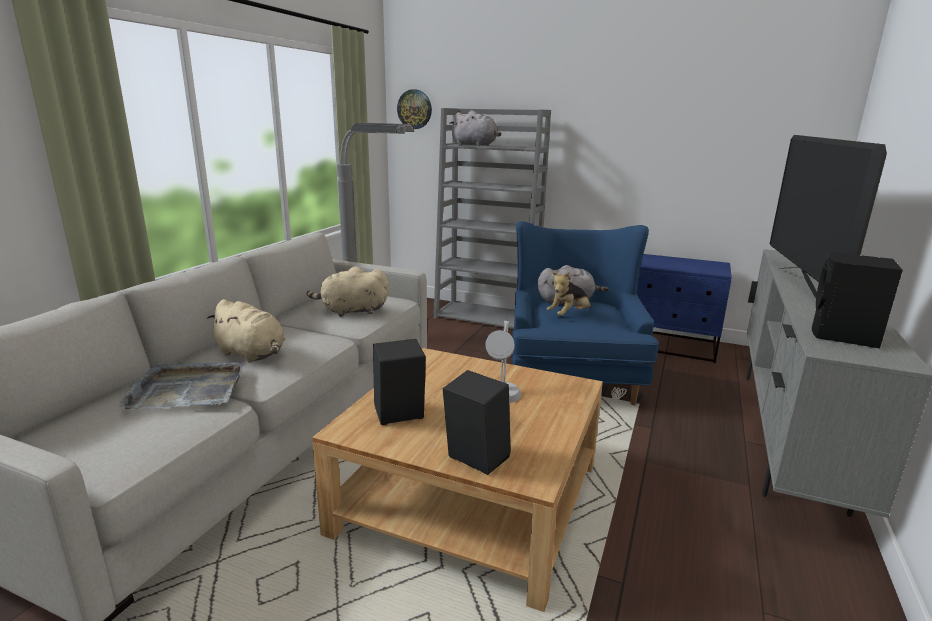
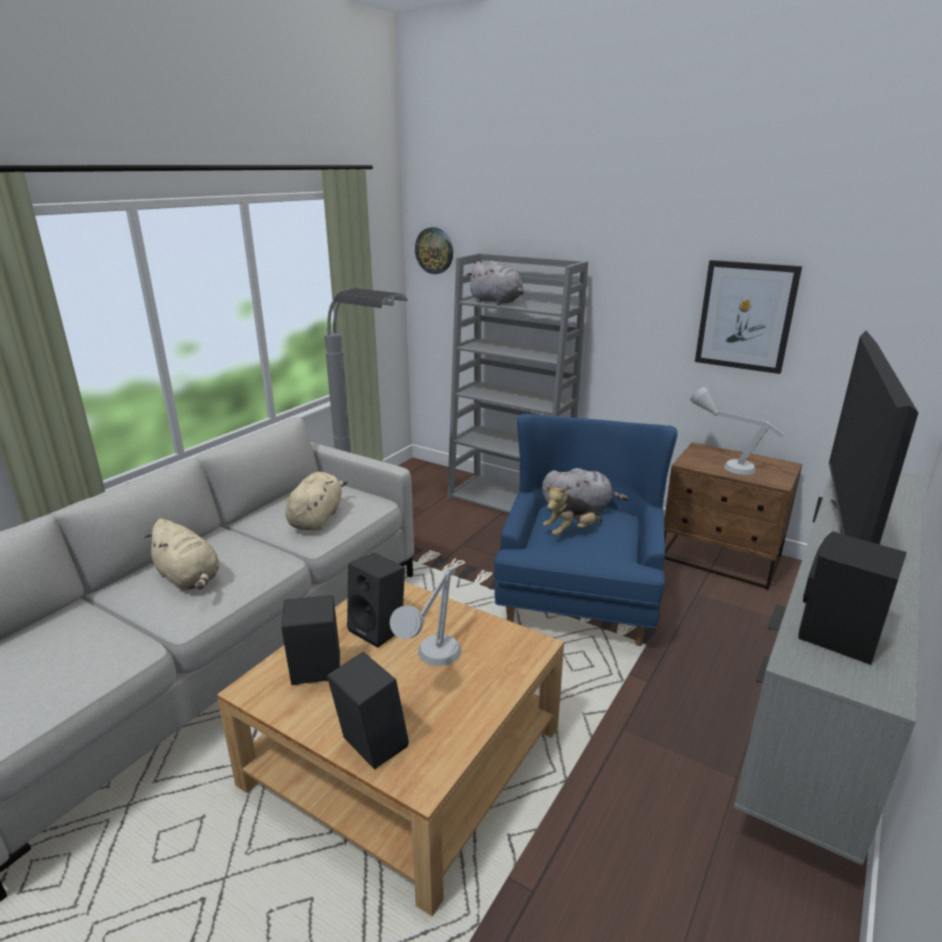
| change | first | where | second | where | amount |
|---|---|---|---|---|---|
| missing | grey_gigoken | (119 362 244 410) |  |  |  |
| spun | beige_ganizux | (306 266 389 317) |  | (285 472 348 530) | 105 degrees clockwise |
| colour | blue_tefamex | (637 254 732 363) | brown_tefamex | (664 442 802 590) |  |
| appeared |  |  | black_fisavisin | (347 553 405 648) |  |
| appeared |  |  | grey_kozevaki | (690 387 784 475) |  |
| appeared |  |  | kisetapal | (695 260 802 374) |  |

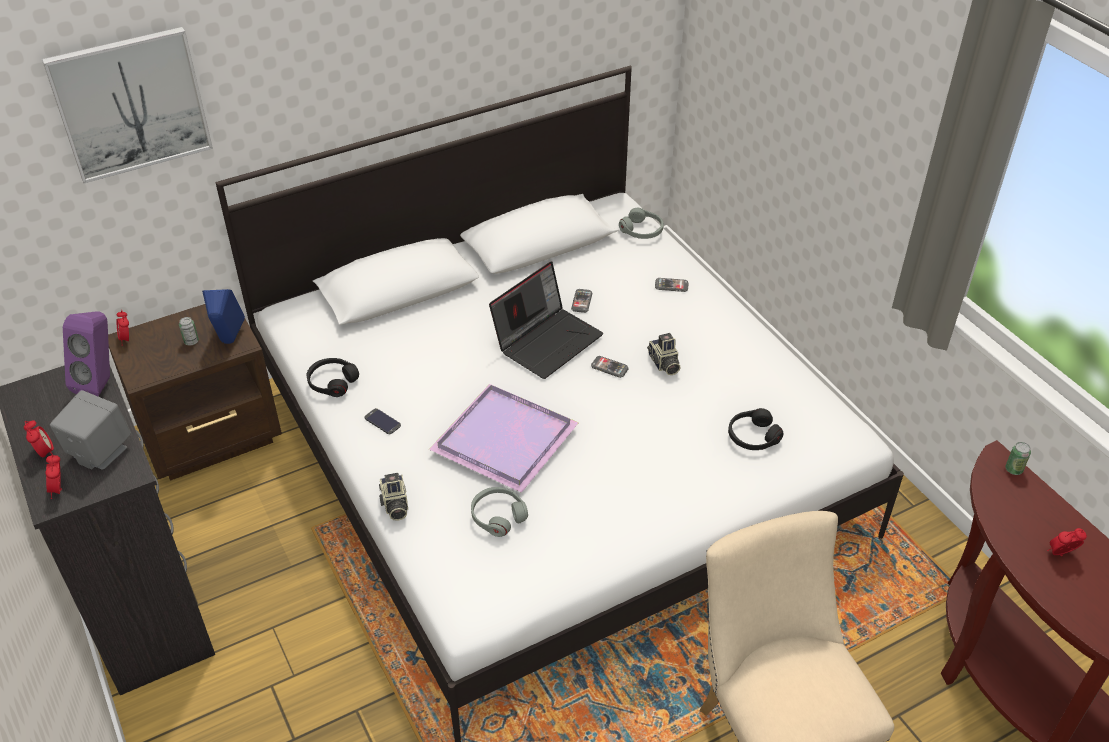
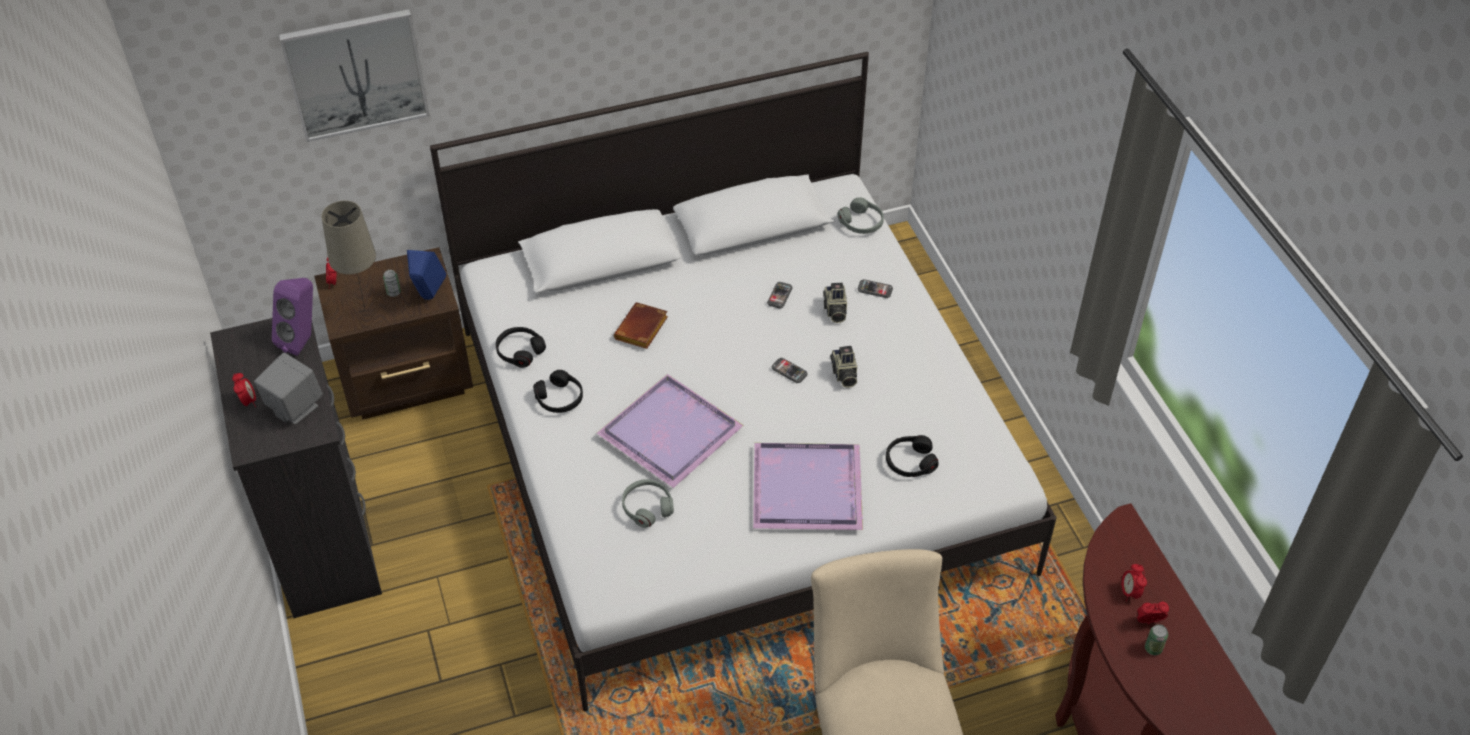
| change | first | where | second | where | amount |
|---|---|---|---|---|---|
| relocated | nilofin | (46 454 62 499) |  | (1121 564 1147 602) |  |
| exchanged | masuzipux | (364 408 401 434) | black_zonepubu | (533 370 583 413) |  |
| relocated | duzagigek | (379 473 408 521) |  | (823 283 847 323) |  |
| missing | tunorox | (489 261 603 379) |  |  |  |
| relocated | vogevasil | (1005 442 1031 475) |  | (1145 624 1168 655) |  |
| appeared |  |  | beige_kozevaki | (321 201 376 312) |  |
| appeared |  |  | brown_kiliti | (614 302 668 349) |  |
| appeared |  |  | purple_gigoken | (753 443 863 530) |  |

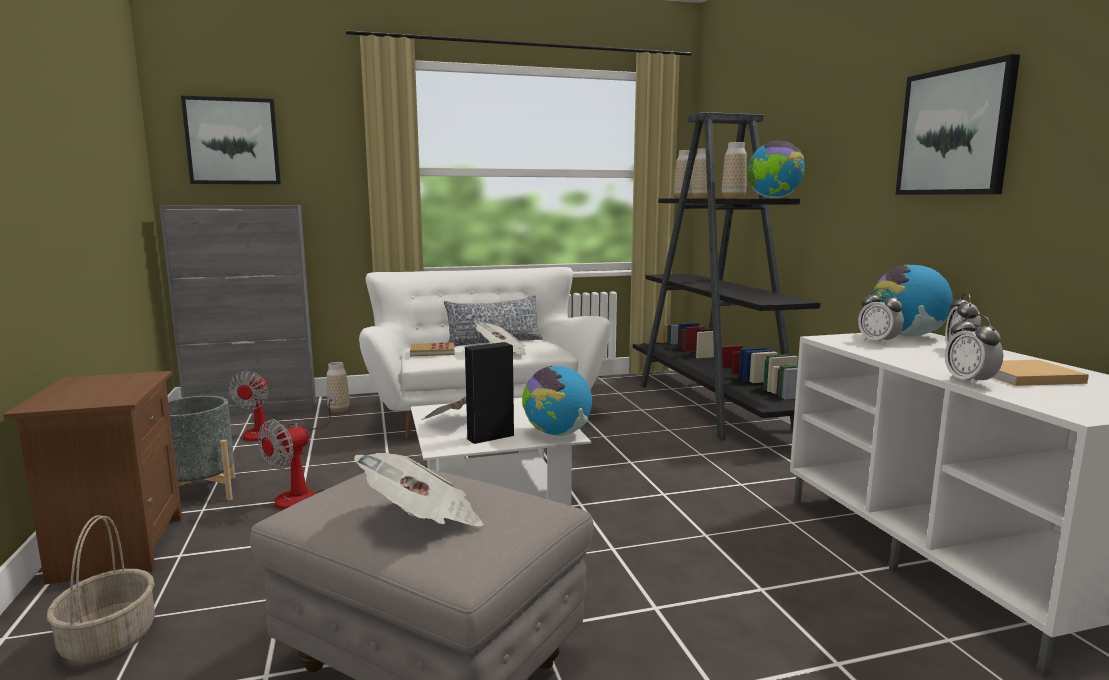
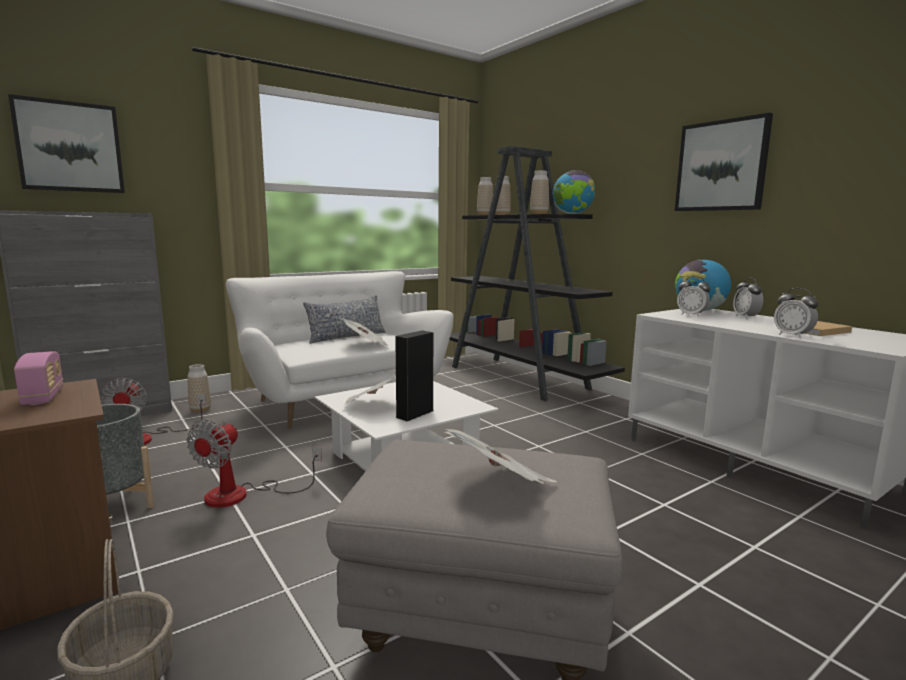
| change | first | where | second | where | amount |
|---|---|---|---|---|---|
| missing | kiliti | (410 342 455 356) |  |  |  |
| missing | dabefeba | (522 366 592 436) |  |  |  |
| appeared |  |  | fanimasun | (14 351 63 405) |  |

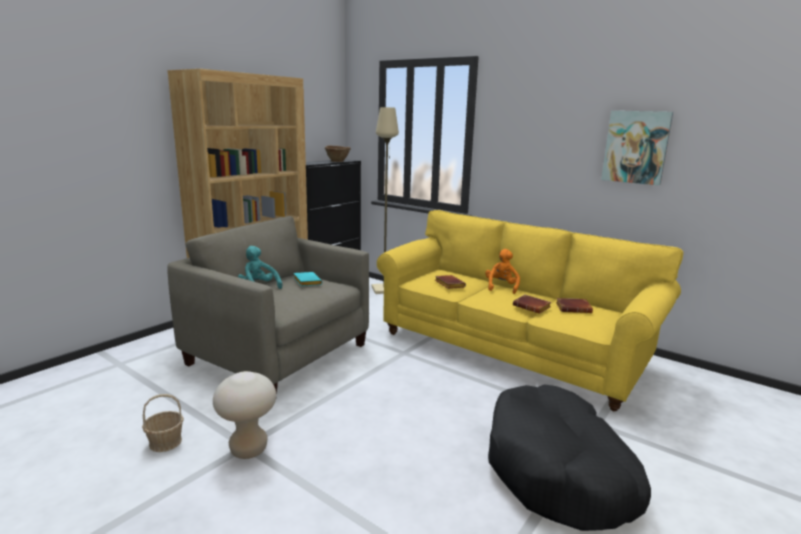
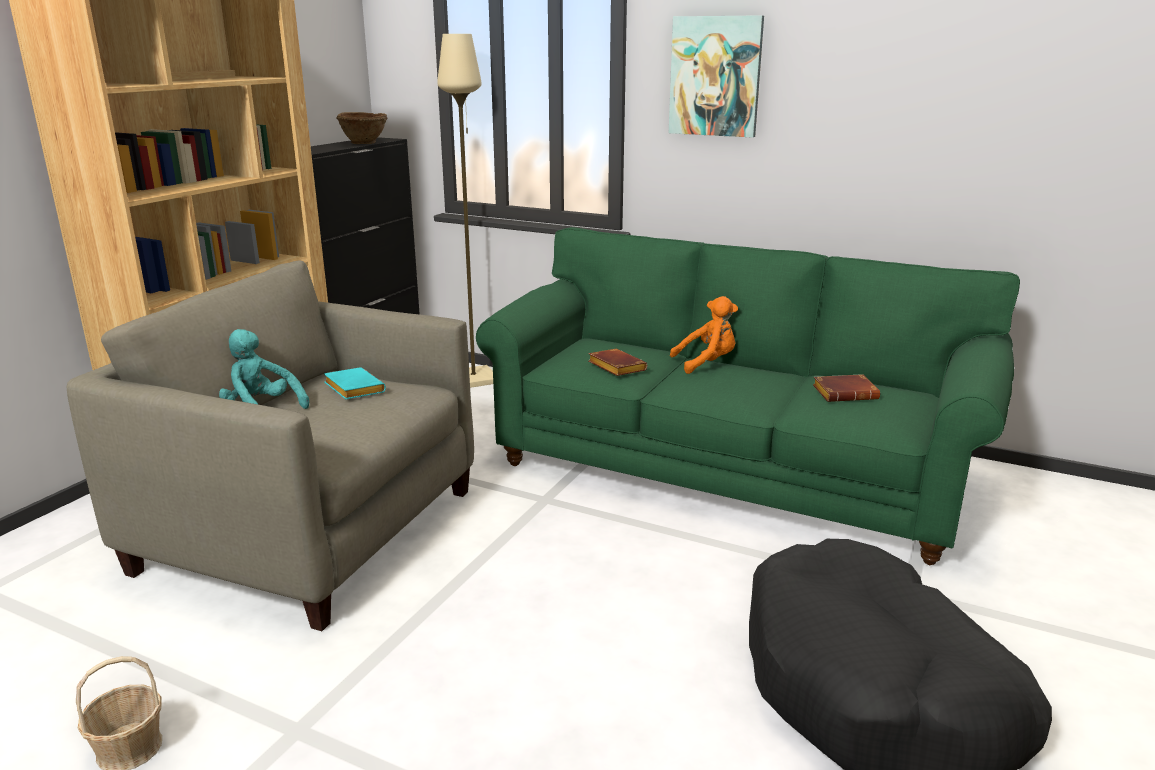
| change | first | where | second | where | amount |
|---|---|---|---|---|---|
| missing | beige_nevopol | (213 371 276 459) |  |  |  |
| colour | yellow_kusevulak | (377 210 683 411) | green_kusevulak | (476 227 1020 565) |  |
| spun | orange_ganizux | (485 249 520 294) |  | (670 296 738 374) | 75 degrees clockwise |
| missing | brown_kiliti | (513 295 551 314) |  |  |  |
| relocated | kisetapal | (601 111 673 185) |  | (669 15 764 138) |  |

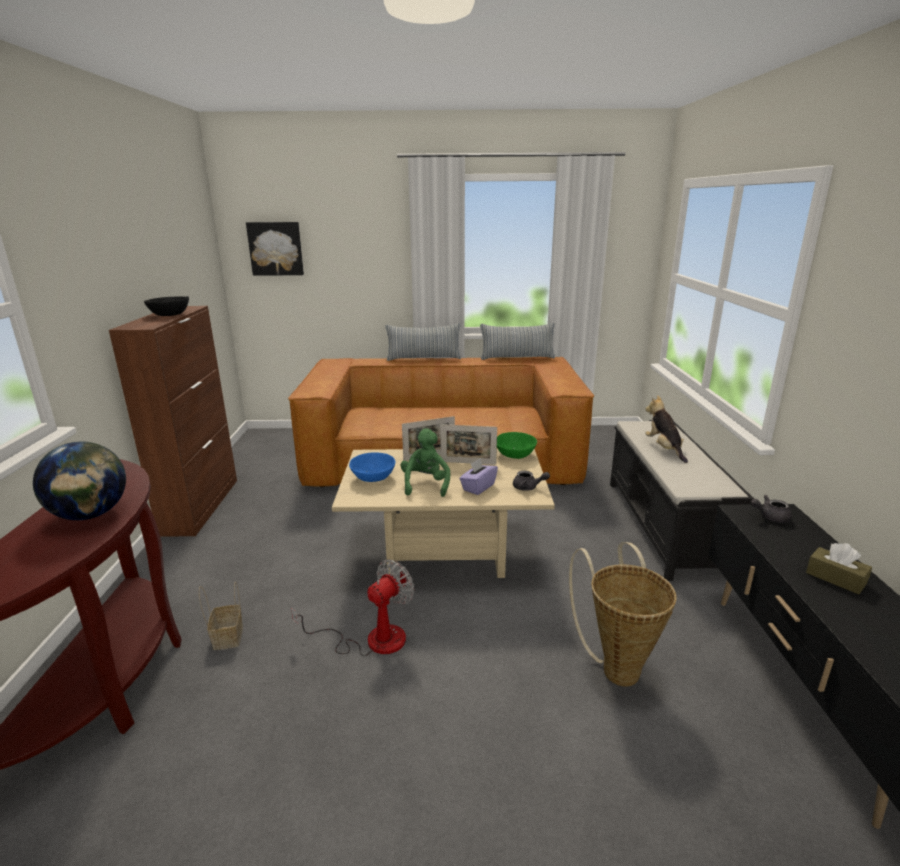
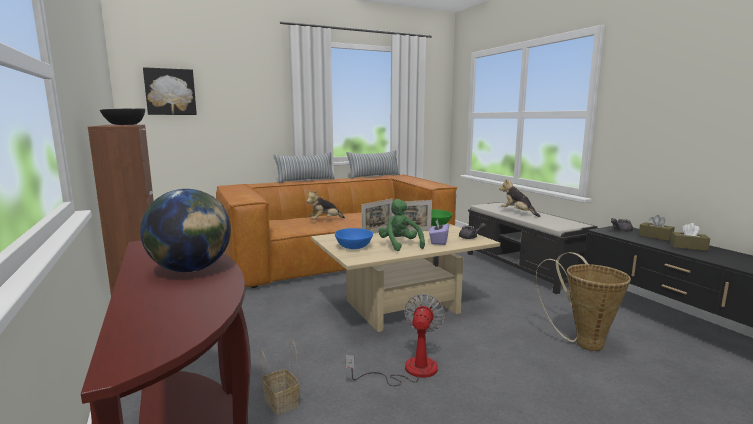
| change | first | where | second | where | amount |
|---|---|---|---|---|---|
| appeared |  |  | ganizux | (306 190 345 220) |  |
| appeared |  |  | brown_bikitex | (639 215 675 241) |  |

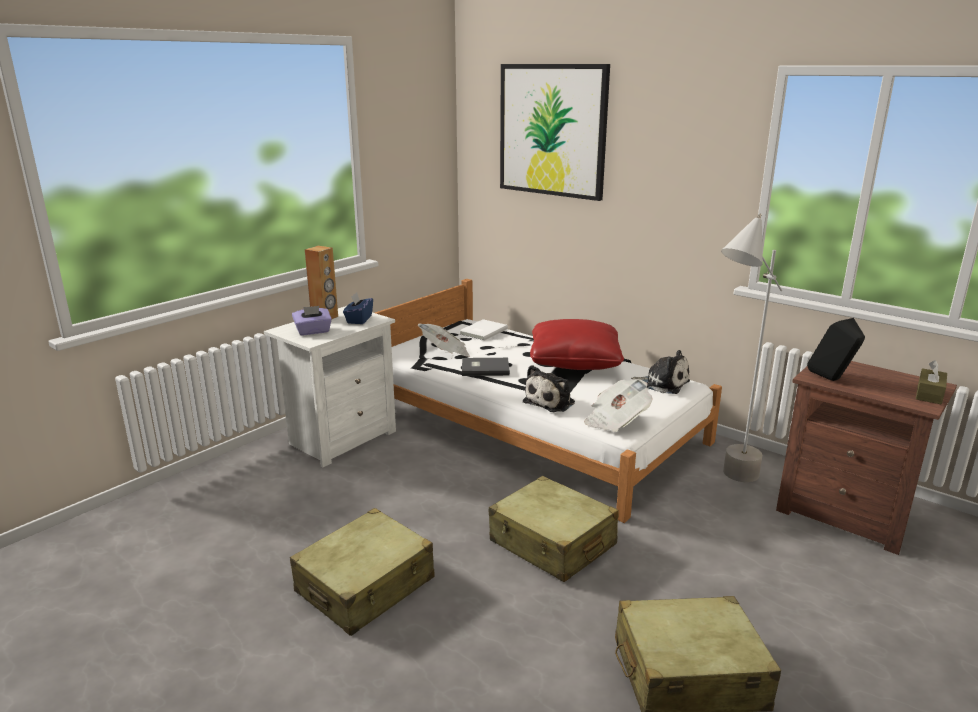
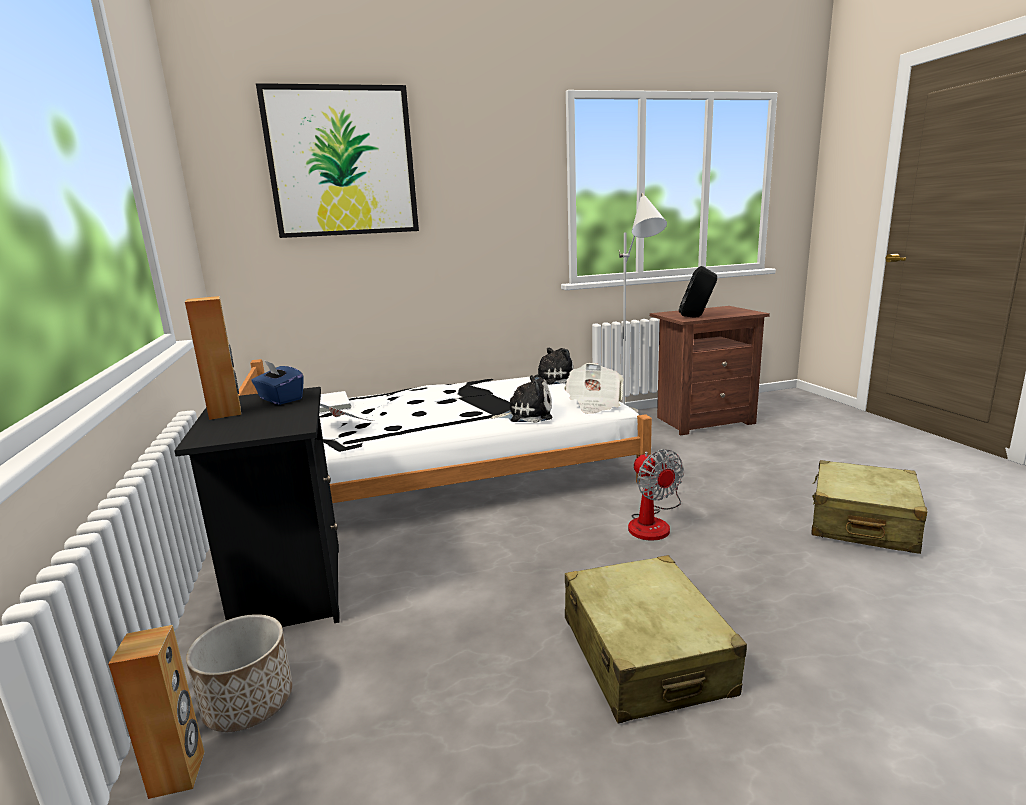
| change | first | where | second | where | amount |
|---|---|---|---|---|---|
| colour | white_tefamex | (264 306 396 468) | black_tefamex | (174 387 340 627) |  |
| missing | purple_bikitex | (292 306 332 336) |  |  |  |
| missing | grey_kiliti | (462 358 510 376) |  |  |  |
| exchanged | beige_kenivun | (489 476 619 582) | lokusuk | (628 449 684 541) |  |
| spun | ganizux | (523 365 575 412) |  | (490 375 552 423) | 75 degrees counterclockwise |
| missing | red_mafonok | (530 319 624 370) |  |  |  |
| missing | brown_bikitex | (916 360 947 404) |  |  |  |
| appeared |  |  | brown_fisavisin | (108 625 205 799) |  |
| appeared |  |  | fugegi | (186 614 293 732) |  |

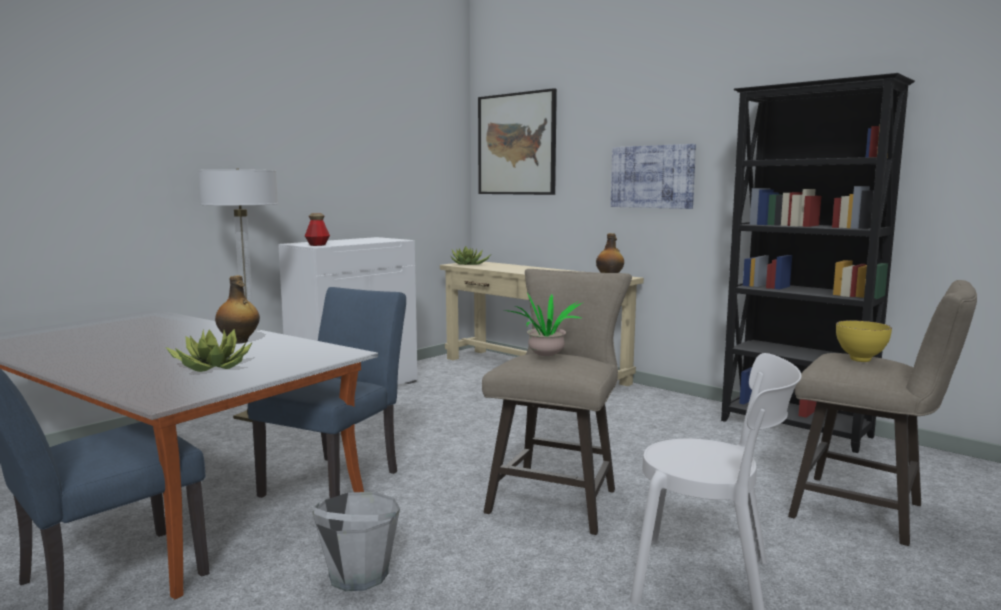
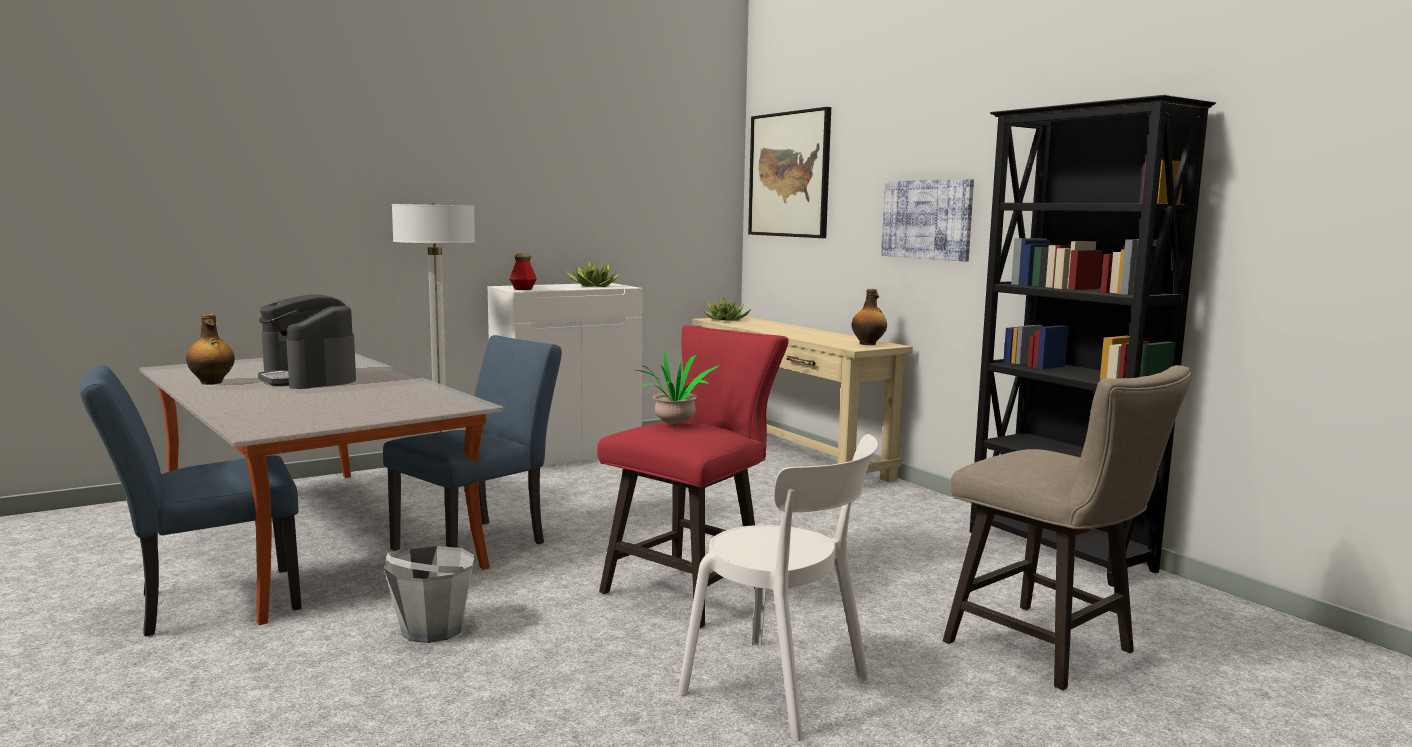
| change | first | where | second | where | amount |
|---|---|---|---|---|---|
| relocated | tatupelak | (166 329 252 372) |  | (566 261 619 287) |  |
| relocated | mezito | (215 276 260 344) |  | (186 314 235 385) |  |
| colour | beige_nevopol | (482 269 632 535) | red_nevopol | (597 325 789 628) |  |
| missing | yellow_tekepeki | (836 320 892 362) |  |  |  |
| appeared |  |  | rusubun | (258 294 356 389) |  |

